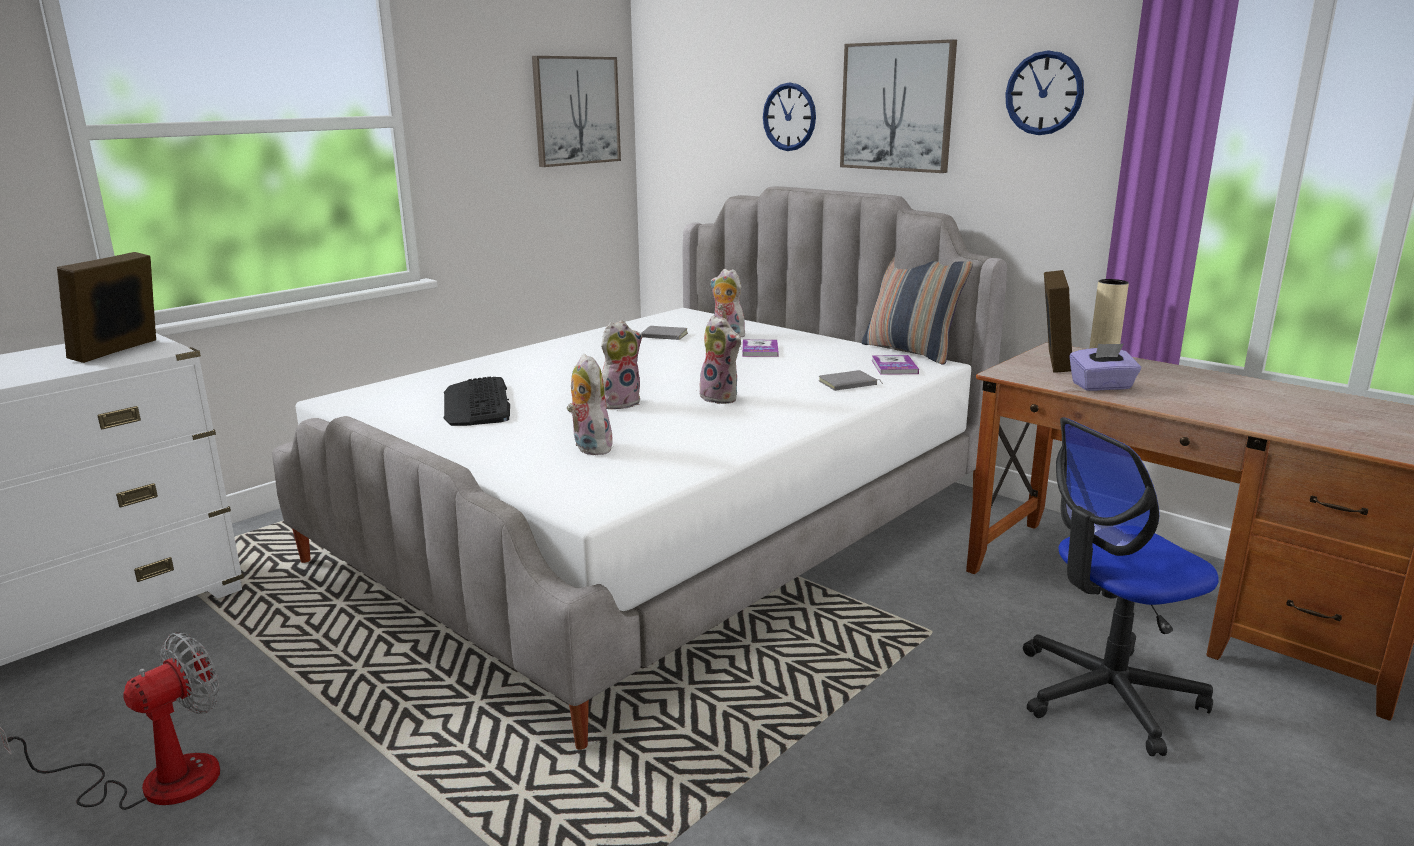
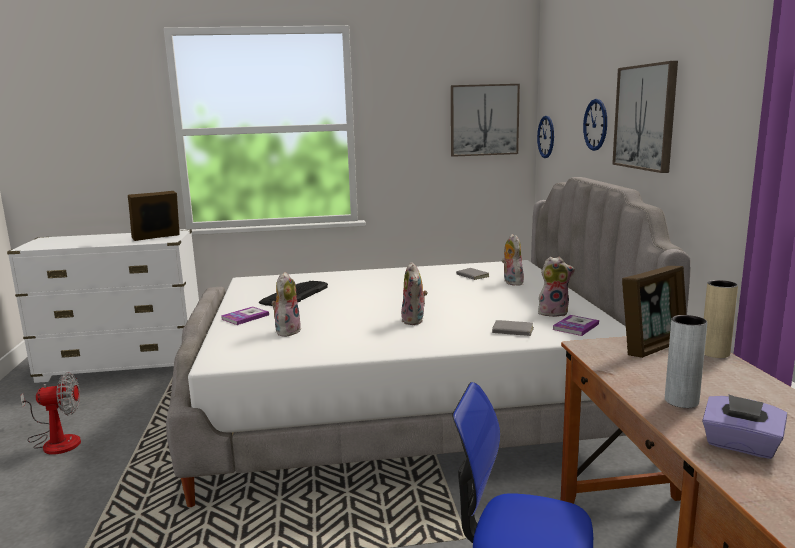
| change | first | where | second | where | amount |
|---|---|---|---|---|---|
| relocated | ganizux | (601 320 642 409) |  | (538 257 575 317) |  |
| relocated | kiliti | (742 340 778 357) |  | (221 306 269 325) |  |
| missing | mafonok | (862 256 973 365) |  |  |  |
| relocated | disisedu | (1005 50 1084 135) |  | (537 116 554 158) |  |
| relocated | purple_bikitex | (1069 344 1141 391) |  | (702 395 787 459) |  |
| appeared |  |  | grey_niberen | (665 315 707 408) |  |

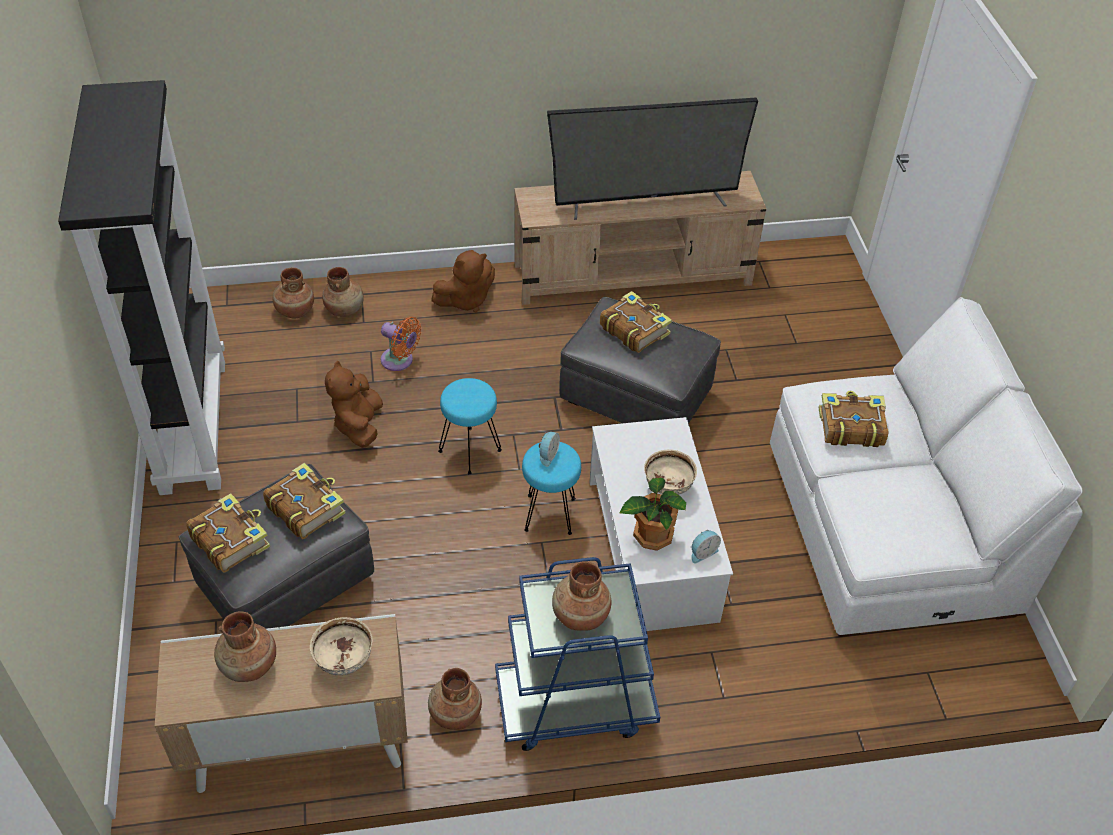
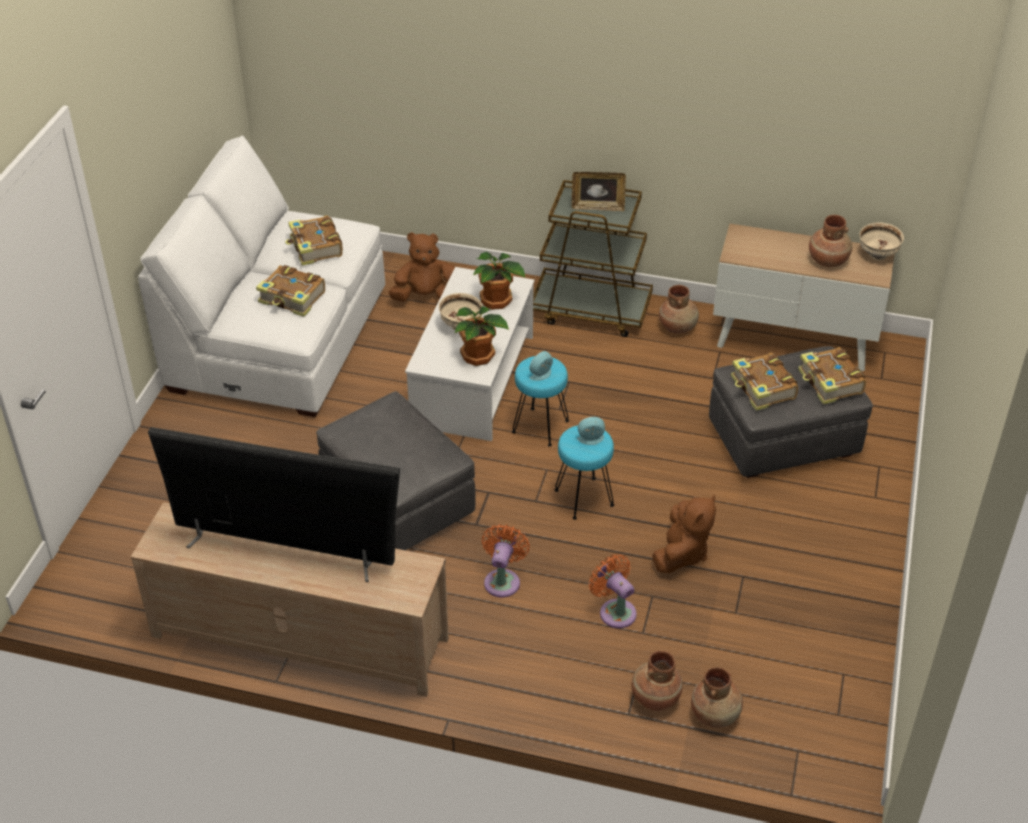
| change | first | where | second | where | amount |
|---|---|---|---|---|---|
| missing | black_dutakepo | (58 80 225 495) |  |  |  |
| relocated | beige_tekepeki | (310 617 372 675) |  | (859 223 904 260) |  |
| relocated | brown_ganizux | (431 250 495 312) |  | (388 232 455 302) |  |
| colour | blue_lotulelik | (495 557 660 751) | brown_lotulelik | (533 180 653 337) |  |
| exchanged | brown_niberen | (552 561 612 631) | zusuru | (572 172 626 211) |  |
| relocated | kiliti | (600 291 672 353) |  | (285 215 343 266) |  |
| relocated | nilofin | (692 530 721 563) |  | (577 417 605 445) |  |
| appeared |  |  | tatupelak | (455 306 509 366) |  |
| appeared |  |  | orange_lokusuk | (482 524 530 597) |  |

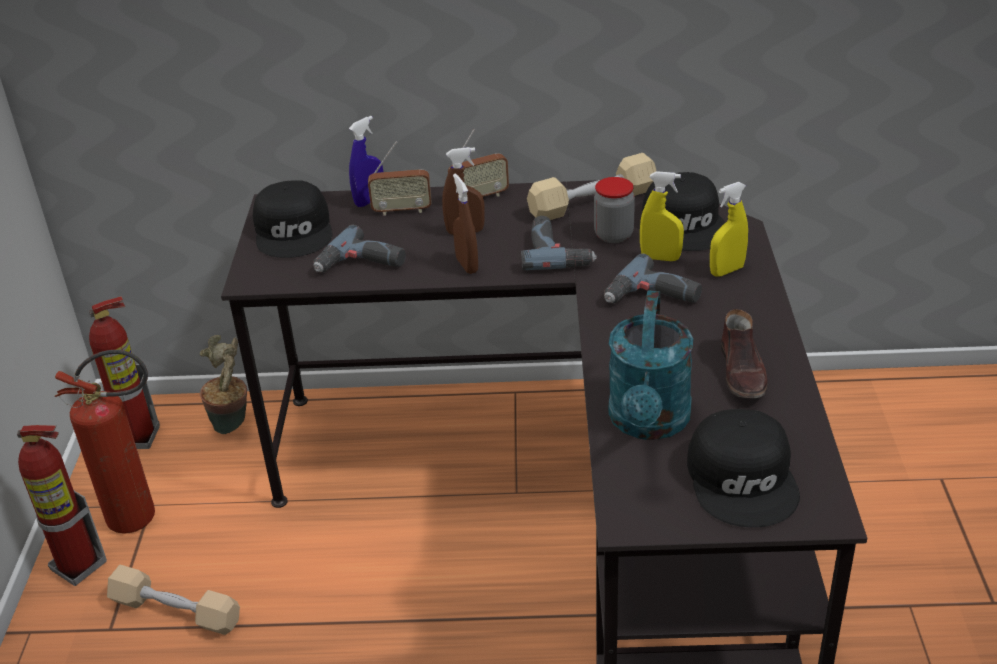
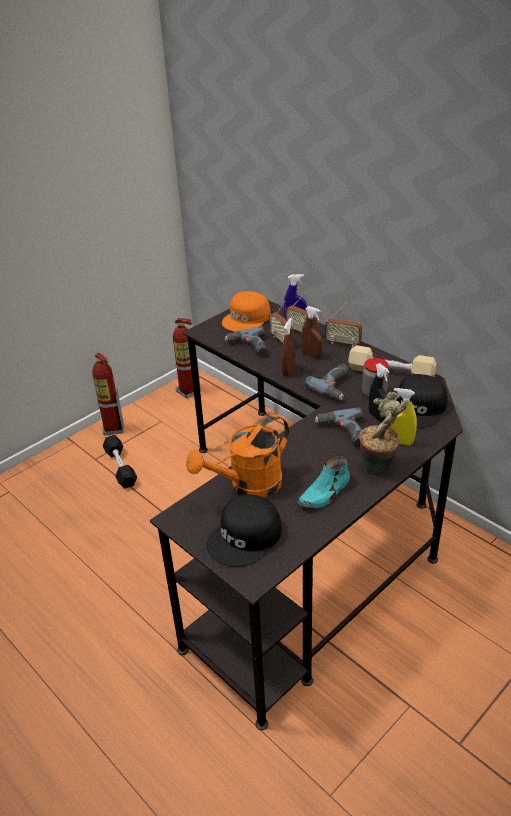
| change | first | where | second | where | amount |
|---|---|---|---|---|---|
| missing | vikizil | (55 350 155 534) |  |  |  |
| colour | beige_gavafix | (107 565 240 635) | black_gavafix | (103 435 137 488) |  |
| relocated | tatupelak | (200 335 247 434) |  | (359 392 407 473) |  |
| colour | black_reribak | (253 180 332 258) | orange_reribak | (222 291 271 332) |  |
| colour | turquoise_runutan | (608 291 693 440) | orange_runutan | (186 415 289 498) |  |
| colour | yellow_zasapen | (640 171 684 261) | black_zasapen | (369 363 390 422) |  |
| colour | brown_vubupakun | (721 309 768 398) | turquoise_vubupakun | (298 456 350 508) |  |
| appeared |  |  | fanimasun | (269 301 293 344) |  |

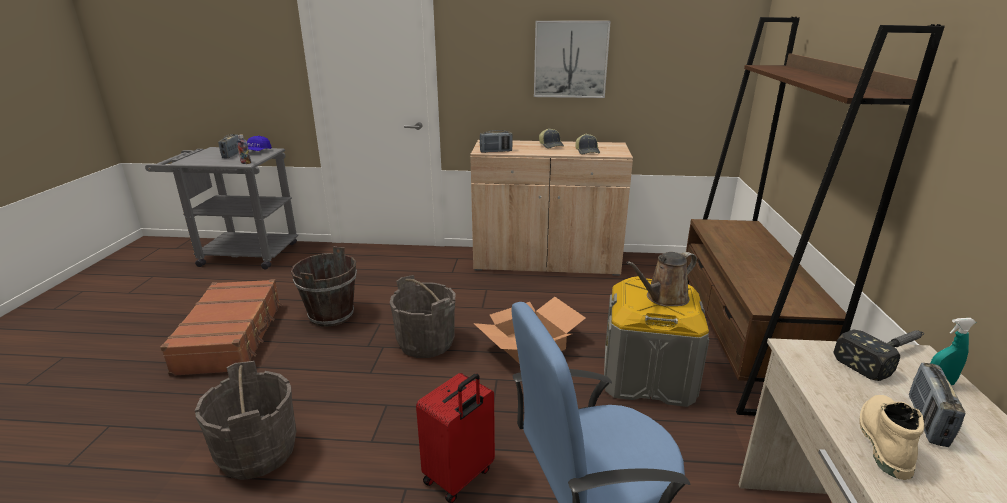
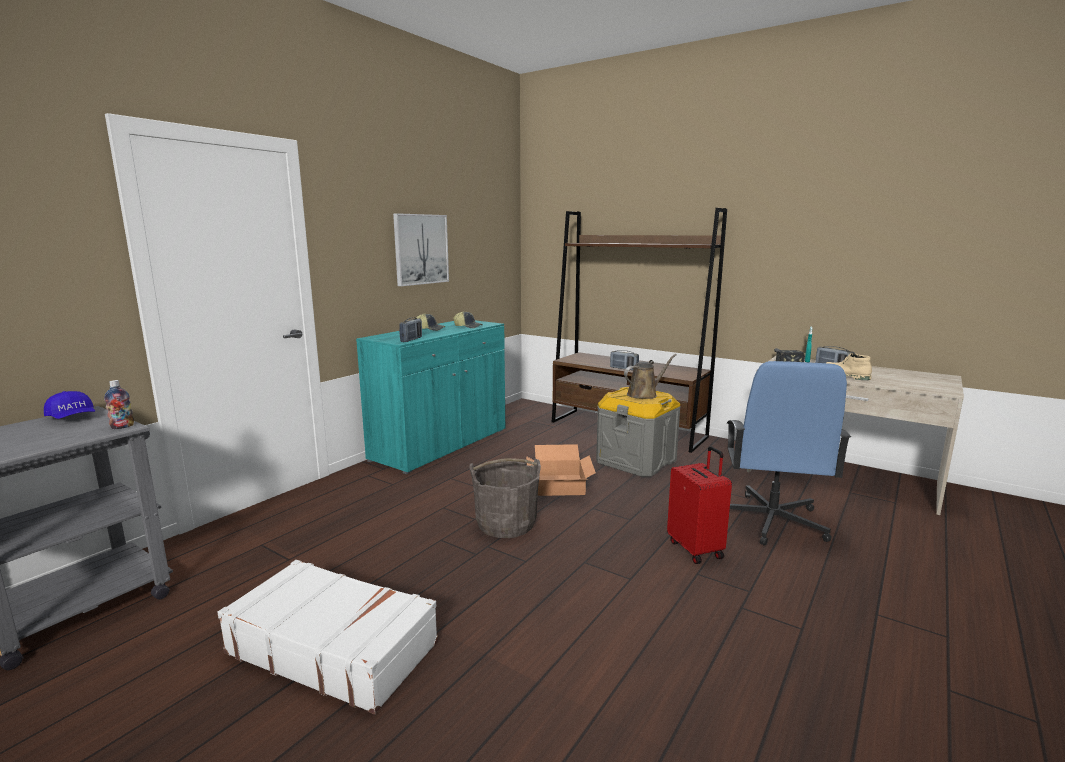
| change | first | where | second | where | amount |
|---|---|---|---|---|---|
| colour | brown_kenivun | (160 279 282 376) | white_kenivun | (217 560 438 714) |  |
| missing | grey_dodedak | (195 361 296 480) |  |  |  |
| relocated | fanimasun | (218 134 239 158) |  | (610 350 639 370) |  |
| missing | brown_dodedak | (291 247 357 327) |  |  |  |
| colour | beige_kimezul | (470 140 633 276) | turquoise_kimezul | (356 321 505 474) |  |
| spun | brown_runutan | (626 252 697 306) |  | (624 354 677 399) | 120 degrees counterclockwise |

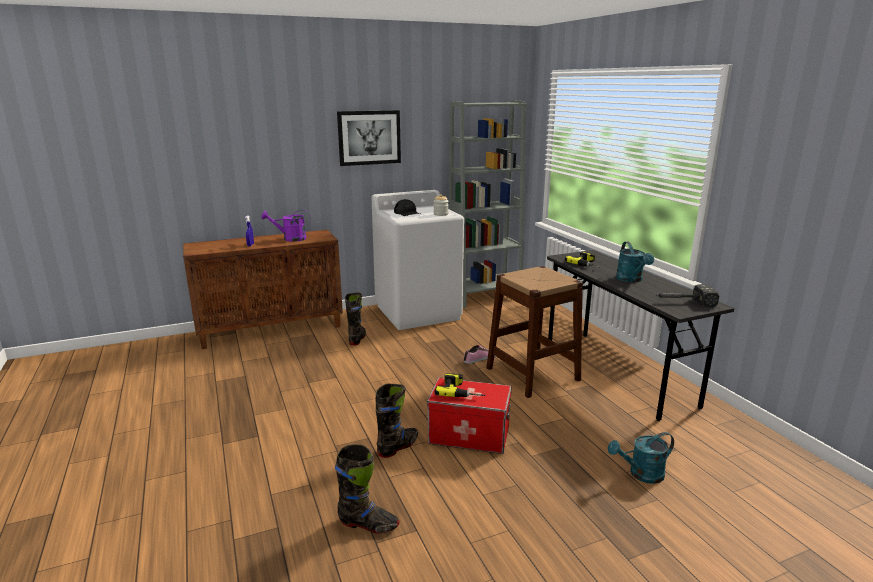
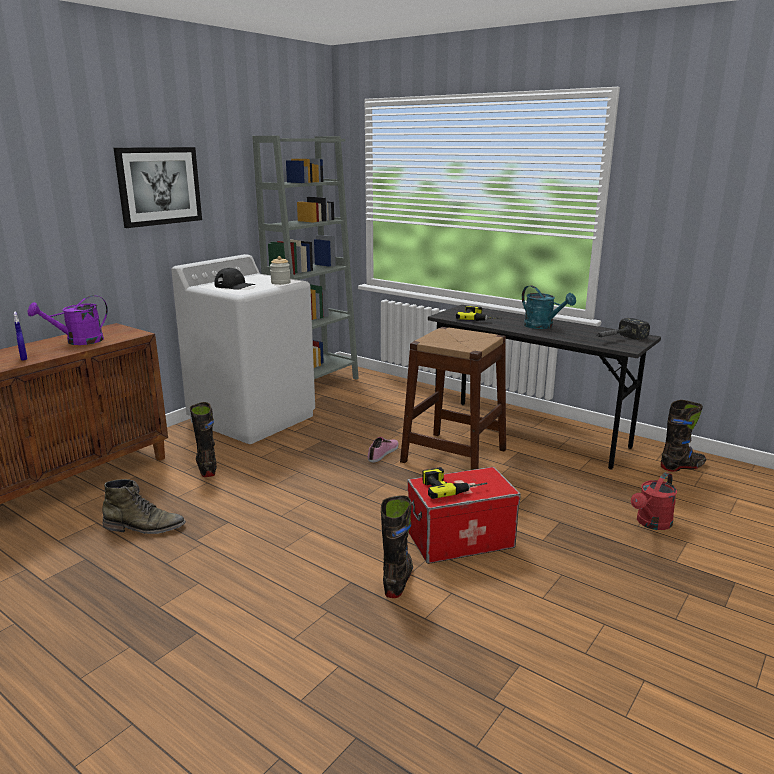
| change | first | where | second | where | amount |
|---|---|---|---|---|---|
| relocated | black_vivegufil | (335 444 400 534) |  | (661 400 706 472) |  |
| colour | turquoise_runutan | (608 432 674 484) | red_runutan | (631 472 677 530) |  |
| appeared |  |  | green_vivegufil | (102 479 186 534) |  |

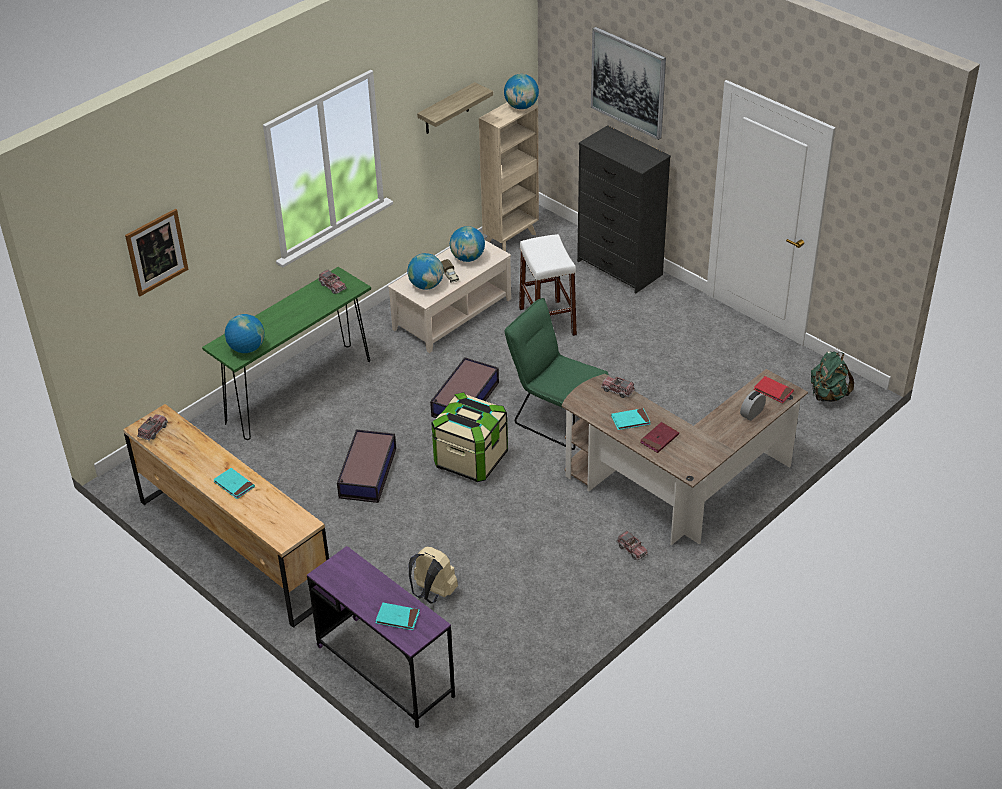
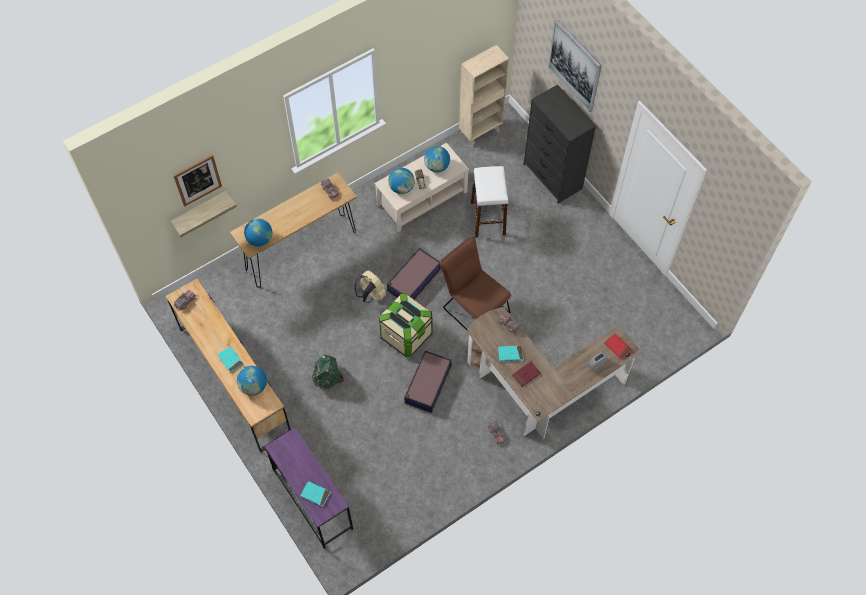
| change | first | where | second | where | amount |
|---|---|---|---|---|---|
| colour | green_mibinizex | (202 267 371 440) | brown_mibinizex | (230 172 357 288) |  |
| relocated | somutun | (337 429 396 503) |  | (404 350 452 413) |  |
| relocated | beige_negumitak | (409 547 458 604) |  | (355 271 386 303) |  |
| relocated | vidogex | (417 82 493 134) |  | (170 191 237 237) |  |
| relocated | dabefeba | (504 74 539 109) |  | (237 366 267 396) |  |
| colour | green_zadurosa | (505 298 608 450) | brown_zadurosa | (440 237 511 330) |  |
| relocated | green_negumitak | (811 351 854 402) |  | (312 354 344 389) |  |

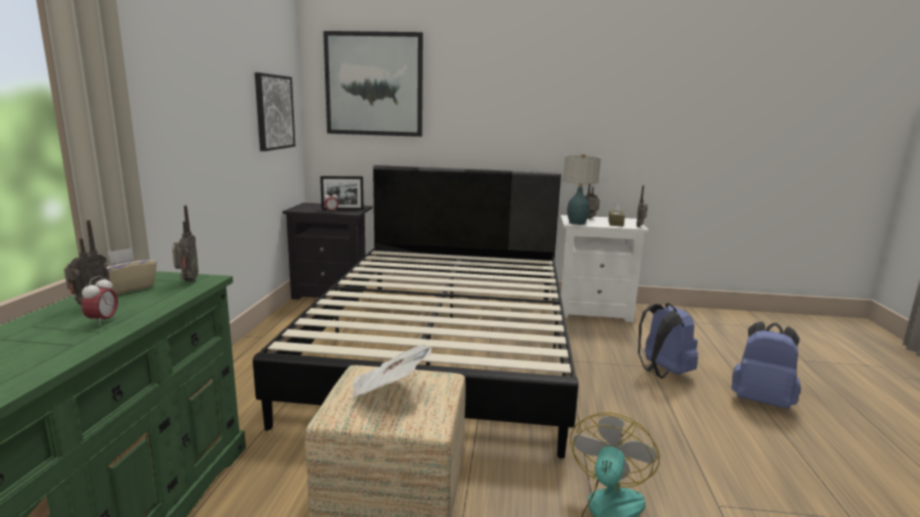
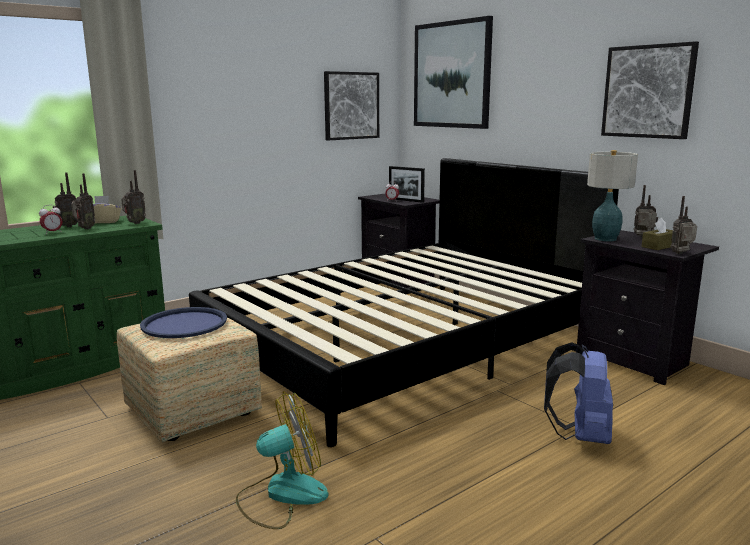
| change | first | where | second | where | amount |
|---|---|---|---|---|---|
| exchanged | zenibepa | (352 344 432 398) | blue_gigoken | (140 307 227 338) |  |
| colour | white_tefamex | (560 215 648 322) | black_tefamex | (576 230 719 385) |  |
| missing | blue_negumitak | (731 322 801 409) |  |  |  |
| appeared |  |  | fanimasun | (71 173 95 229) |  |
| appeared |  |  | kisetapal | (601 41 699 139) |  |

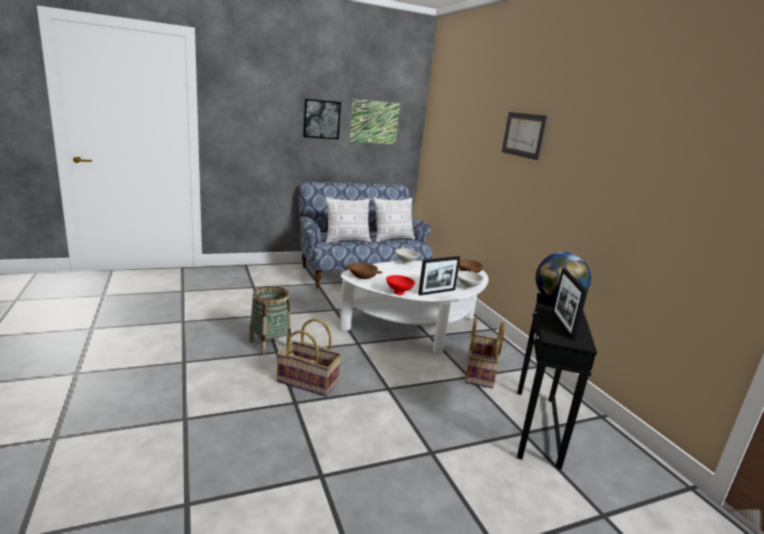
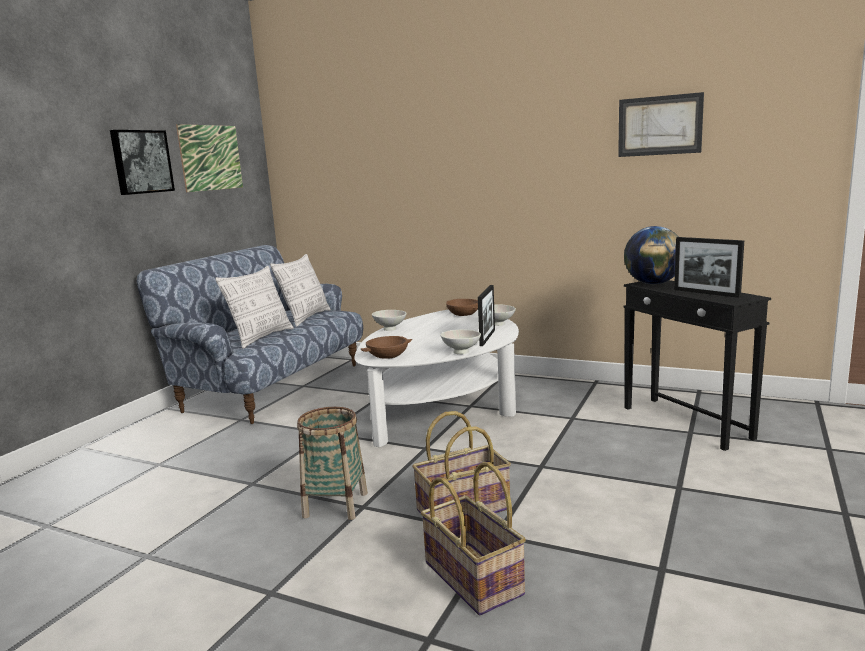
| change | first | where | second | where | amount |
|---|---|---|---|---|---|
| colour | red_tekepeki | (386 275 415 295) | white_tekepeki | (440 329 481 354) |  |
| relocated | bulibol | (465 317 505 388) |  | (421 462 526 615) |  |
| relocated | kisetapal | (502 112 547 160) |  | (618 92 704 157) |  |

